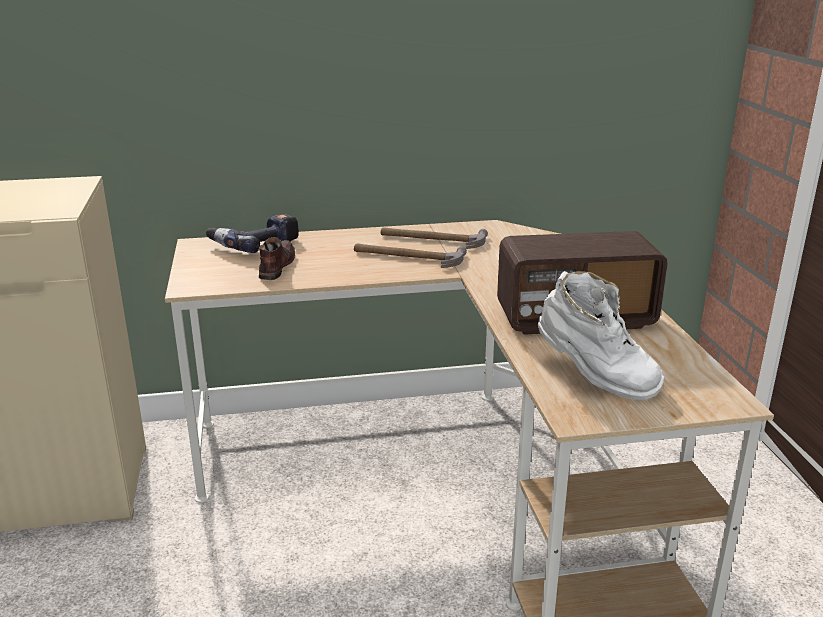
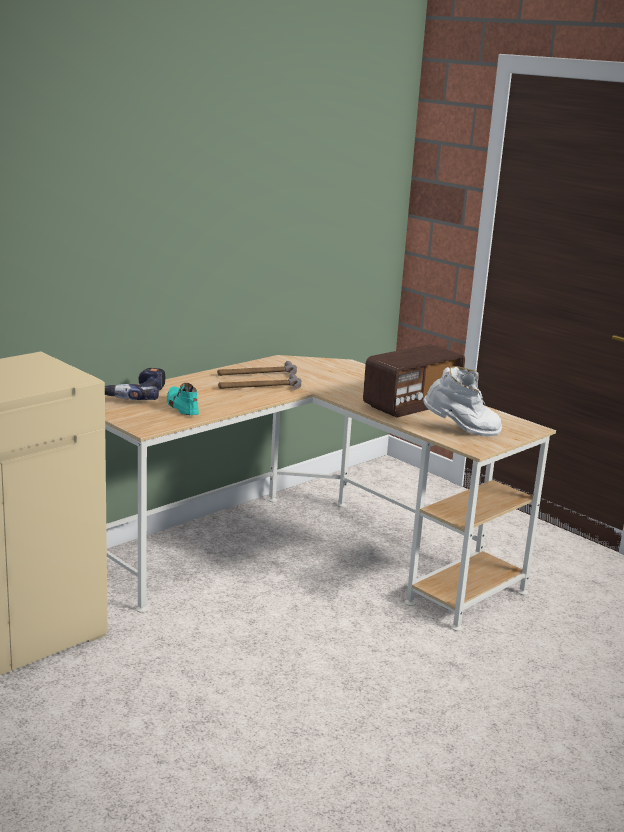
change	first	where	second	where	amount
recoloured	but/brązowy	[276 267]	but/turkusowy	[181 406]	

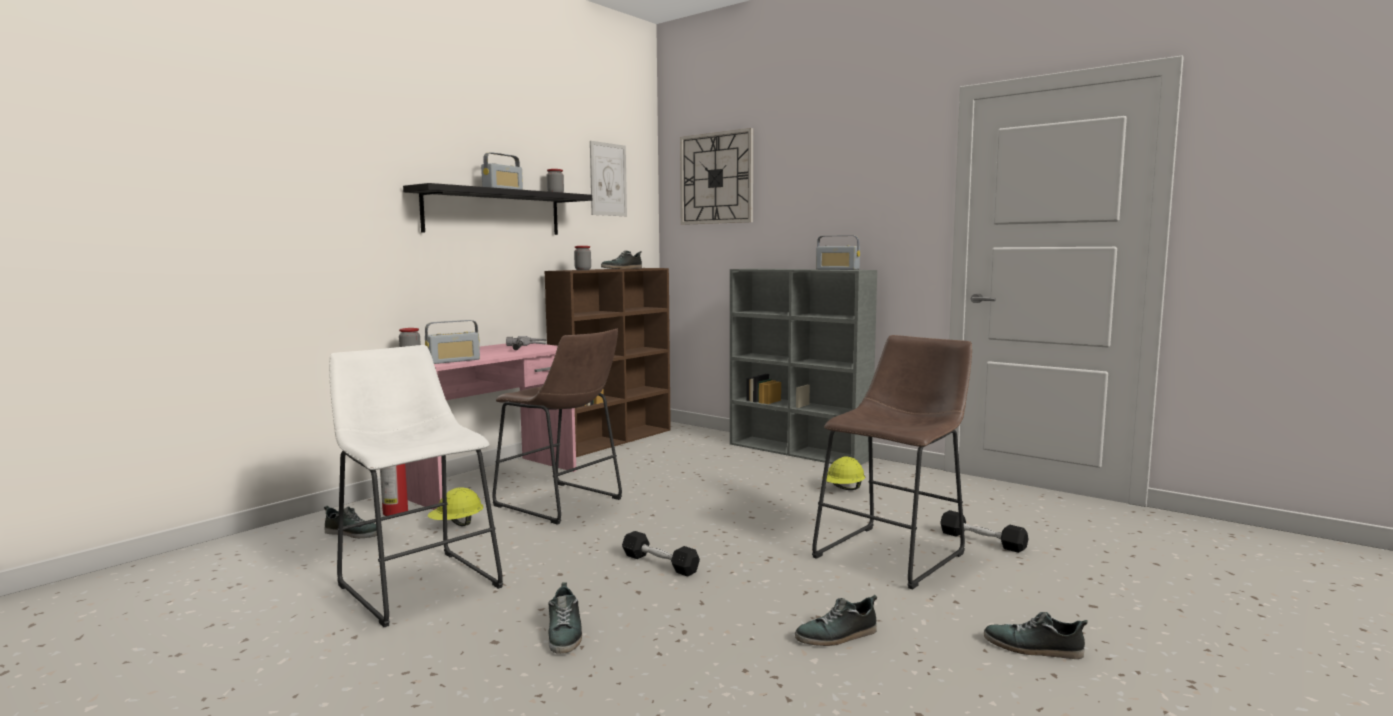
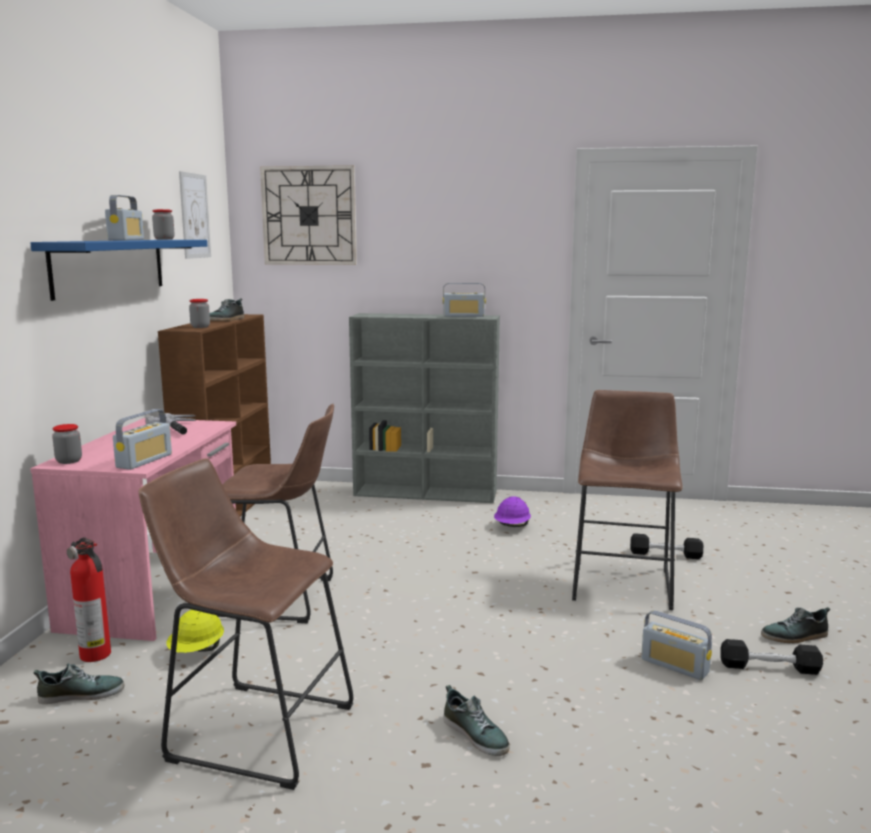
change	first	where	second	where	amount
recoloured	półka/czarny	[493 212]	półka/niebieski	[110 266]	
recoloured	stołek/biały	[417 582]	stołek/brązowy	[253 730]	
recoloured	kask/żółty	[843 489]	kask/fioletowy	[512 527]	
replaced	but	[837 635]	radio	[674 666]	
moved	hantel/czarny	[660 563]		[769 667]	

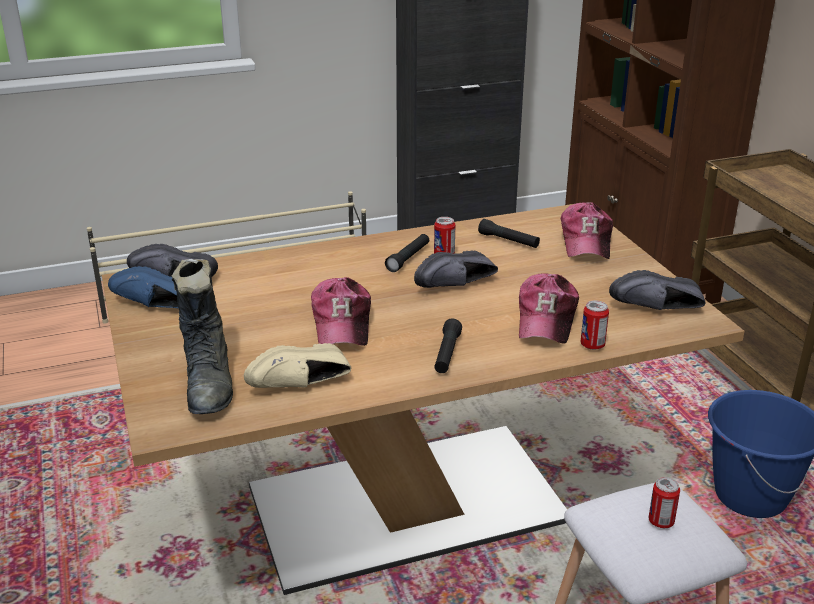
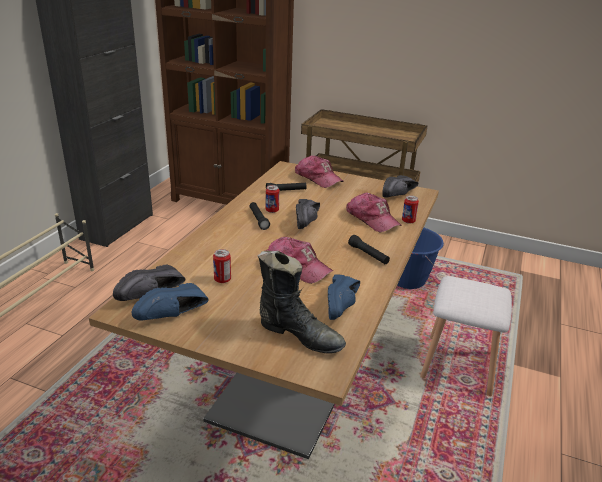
change	first	where	second	where	amount
moved	puszka	[661 521]		[222 280]	
recoloured	but/beżowy	[302 386]	but/niebieski	[343 306]	

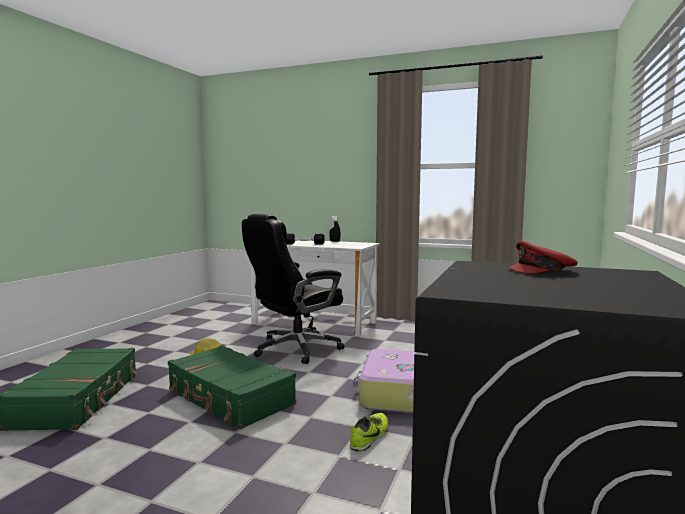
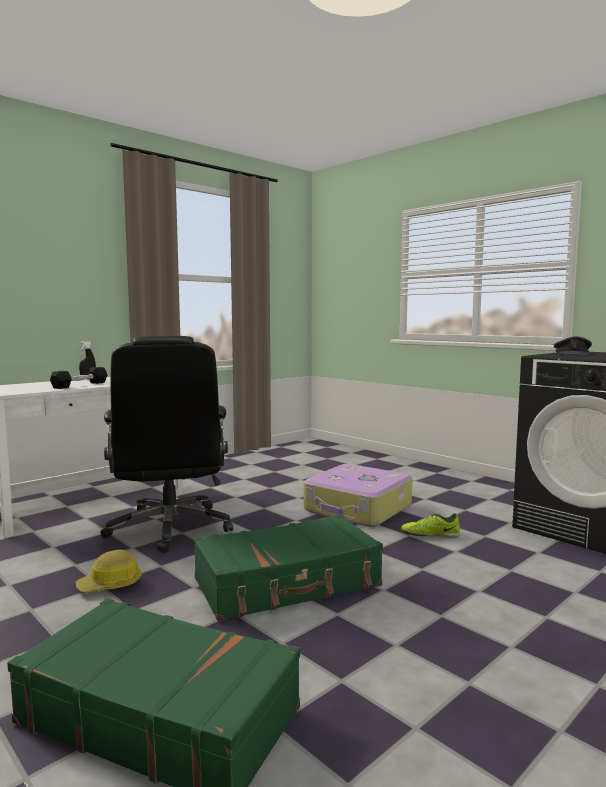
change	first	where	second	where	amount
turned	but	[370 437]		[430 535]	60 degrees counterclockwise
recoloured	czapka z daszkiem/czerwony	[543 270]	czapka z daszkiem/szary	[572 354]	

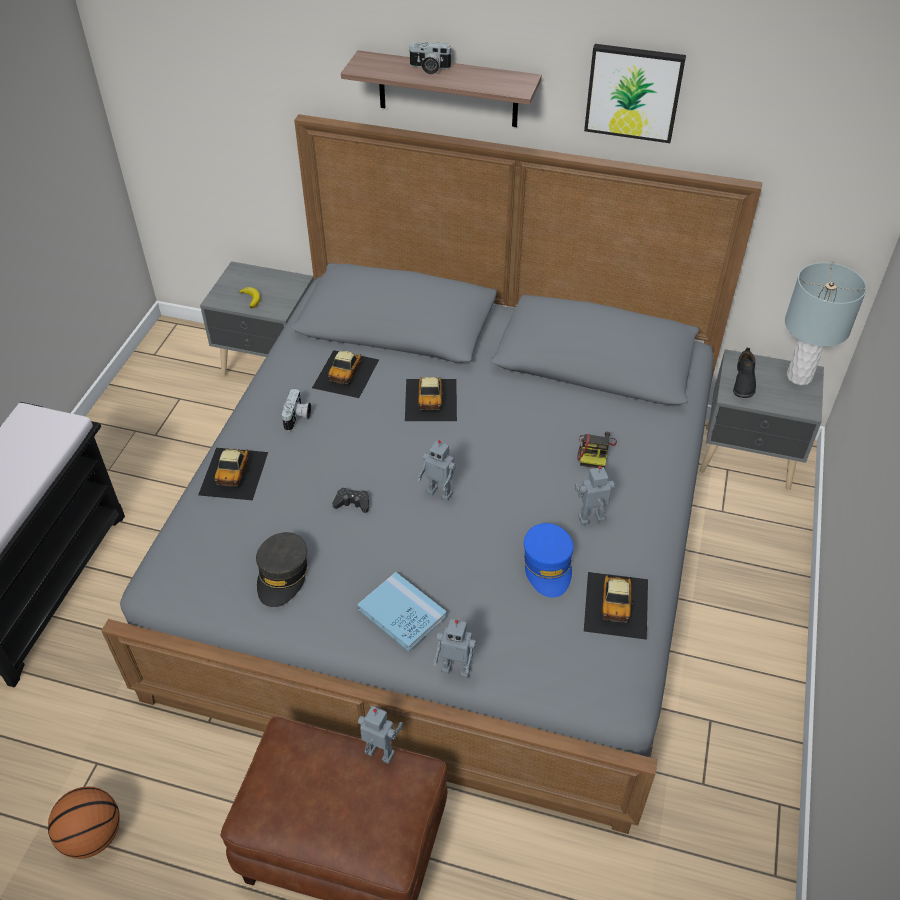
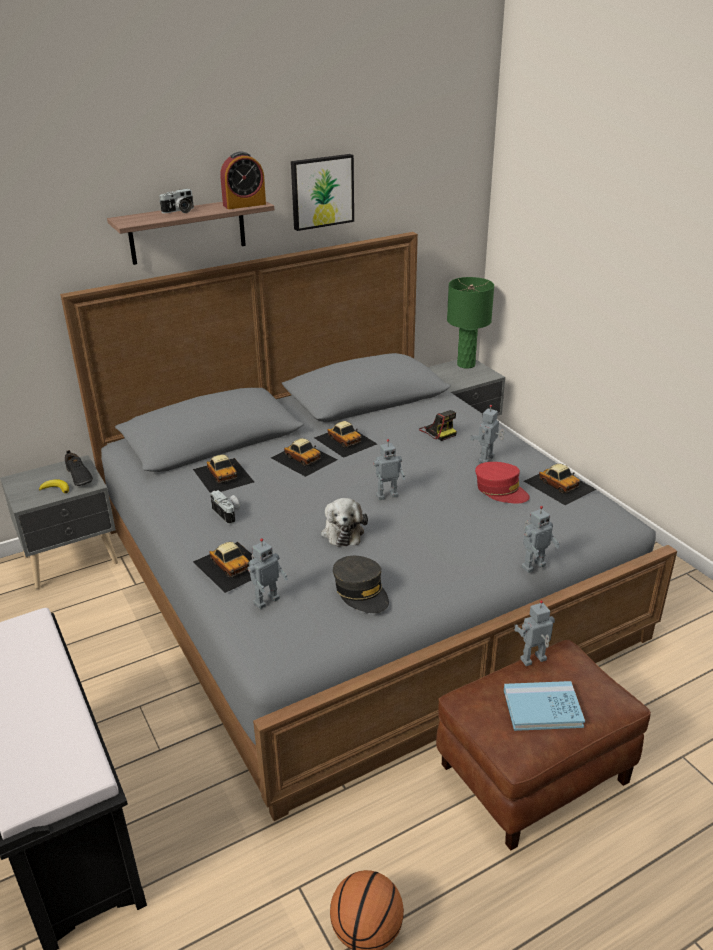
change	first	where	second	where	amount
moved	but/czarny	[743 381]		[78 476]	
added			budzik	[244 205]	
added			robot zabawkowy	[266 600]	
added			samochodzik	[345 440]	
replaced	pad do gier/czarny	[352 503]	pluszak	[342 531]	
recoloured	lampa stołowa/szary	[798 376]	lampa stołowa/zielony	[465 365]	
recoloured	czapka z daszkiem/niebieski	[548 566]	czapka z daszkiem/czerwony	[501 490]	
moved	książka/niebieski	[402 613]		[542 708]	

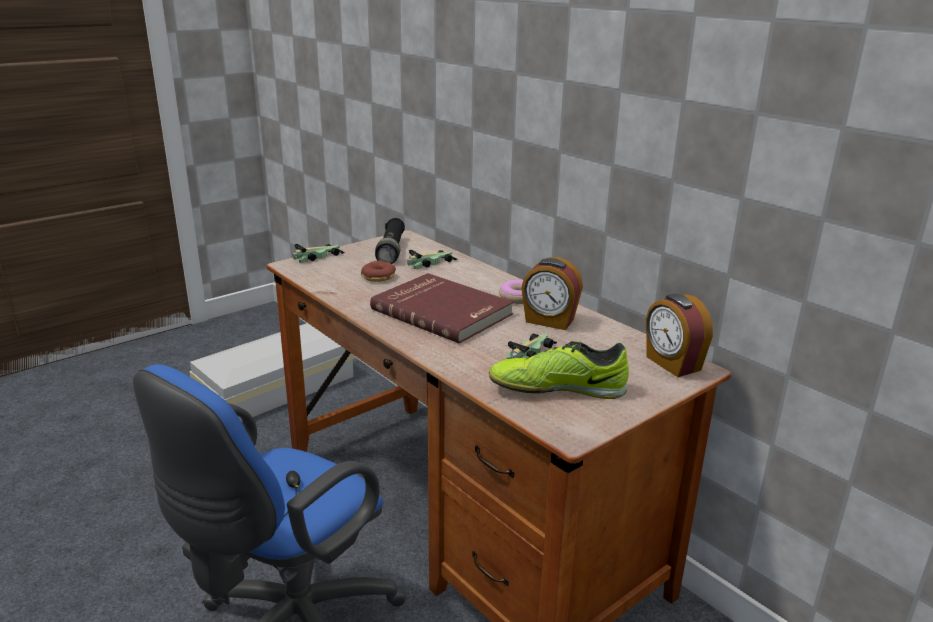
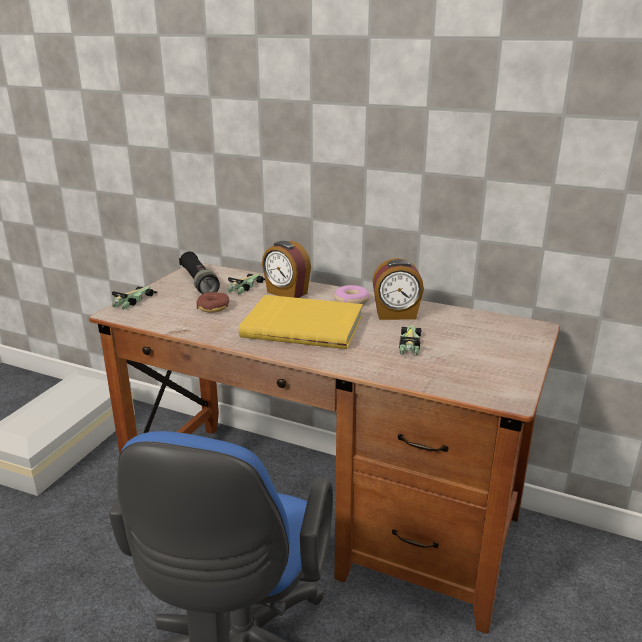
change	first	where	second	where	amount
recoloured	książka/czerwony	[443 311]	książka/żółty	[303 325]	
moved	budzik	[672 364]		[286 293]	
removed	but	[557 388]			

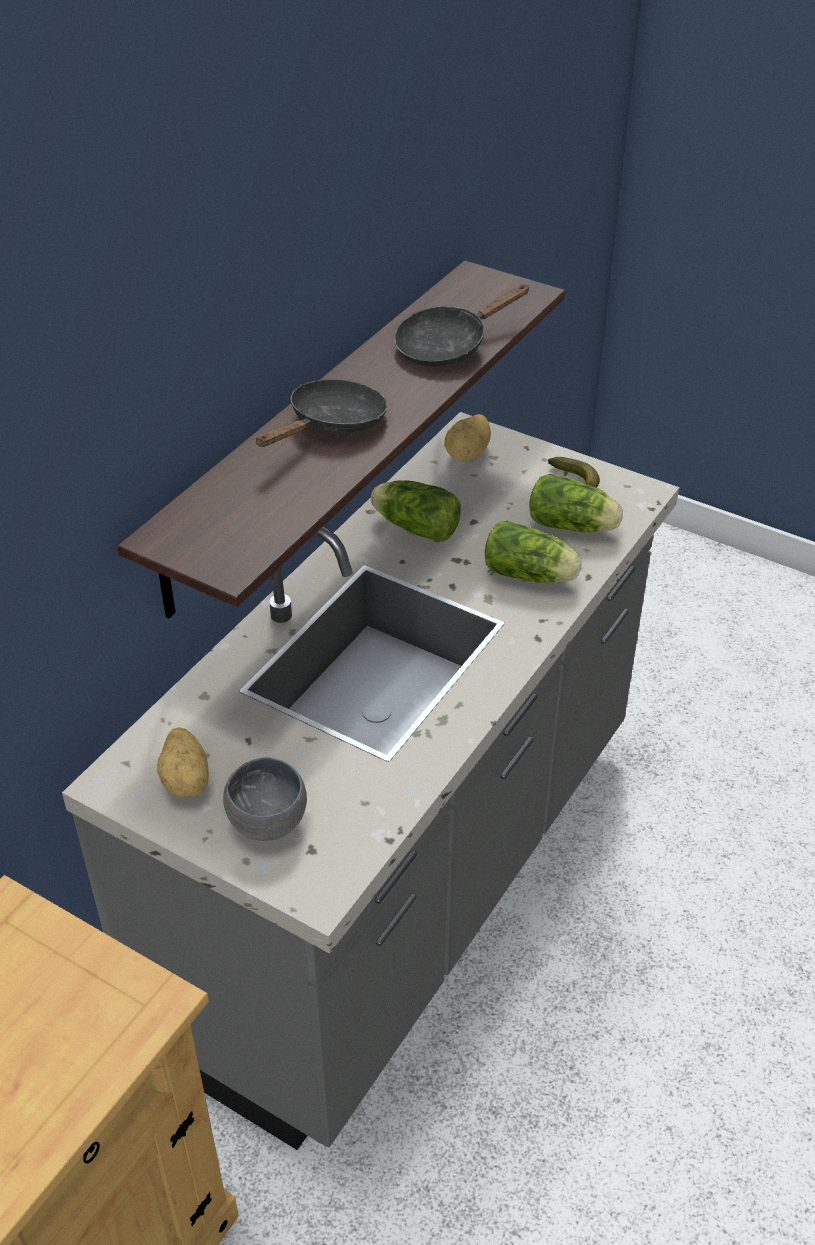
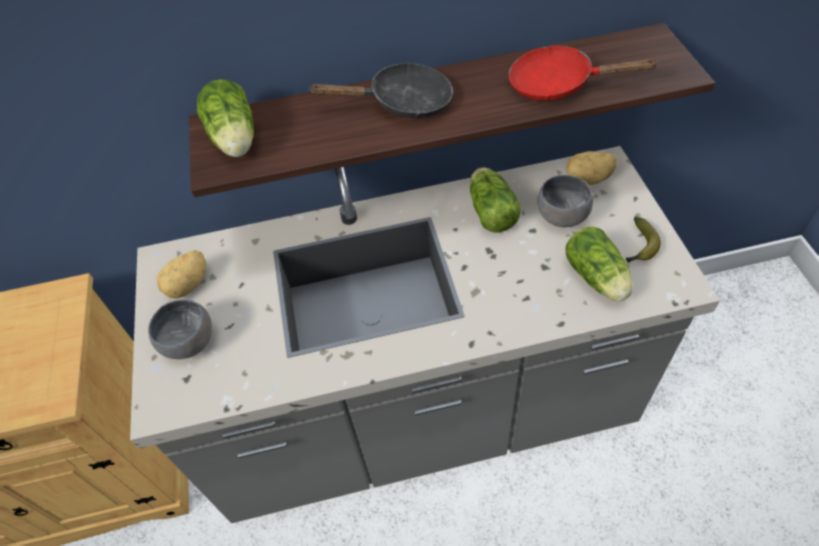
change	first	where	second	where	amount
moved	sałata	[532 576]		[235 140]	
recoloured	patelnia/czarny	[448 346]	patelnia/czerwony	[558 84]	
added			miska/szary	[559 216]	

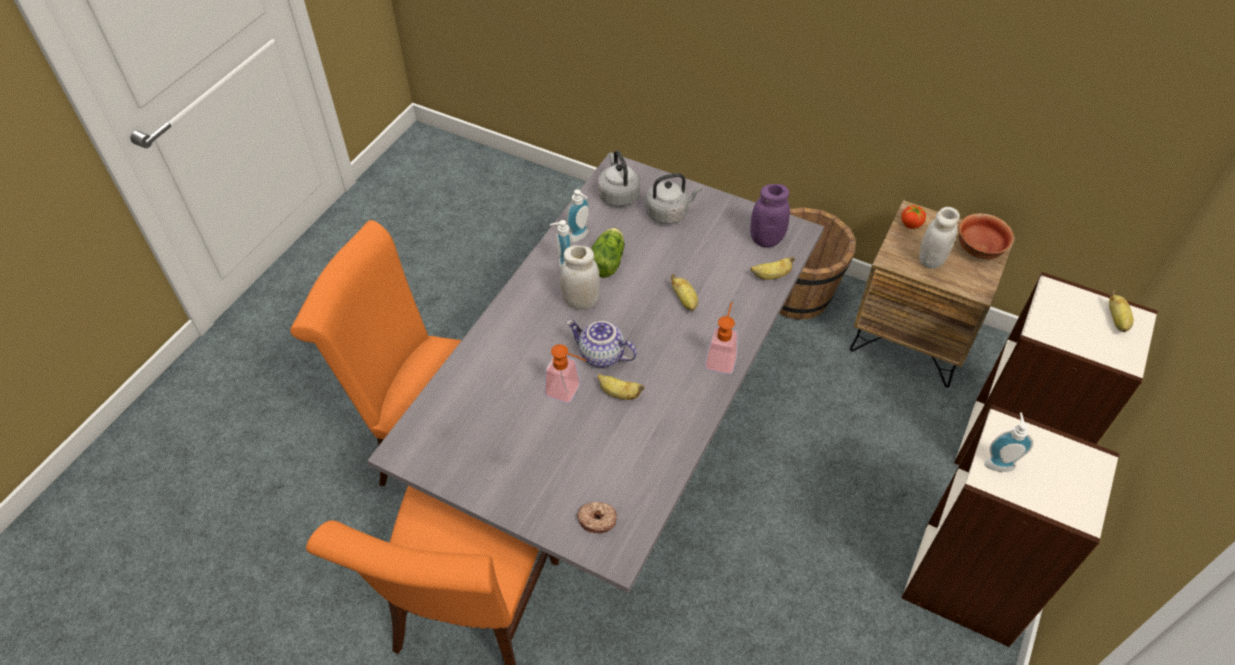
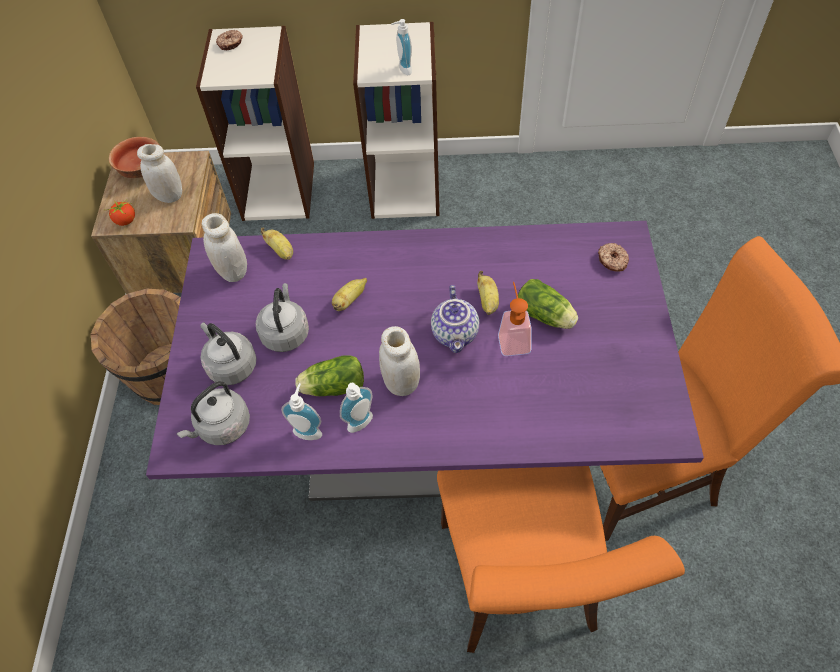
change	first	where	second	where	amount
recoloured	stół jadalny/szary	[617 449]	stół jadalny/fioletowy	[427 438]	
recoloured	słoik/fioletowy	[766 239]	słoik/biały	[233 272]	
replaced	banan	[1117 321]	donut	[231 44]	
added			czajnik/szary	[286 332]	
added			sałata	[546 316]	
removed	dozownik mydła	[722 357]			

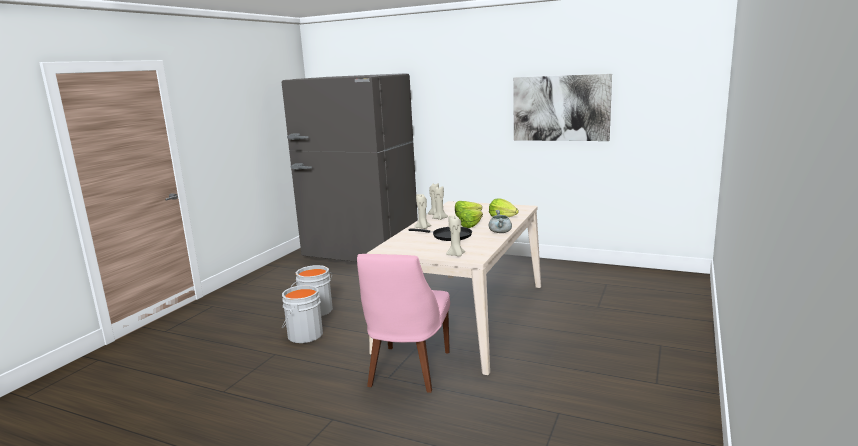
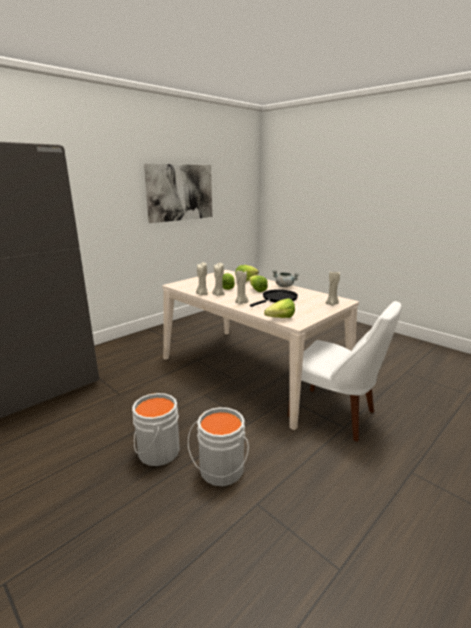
change	first	where	second	where	amount
added			sałata	[277 319]	
recoloured	krzesło/różowy	[408 371]	krzesło/biały	[335 415]	

